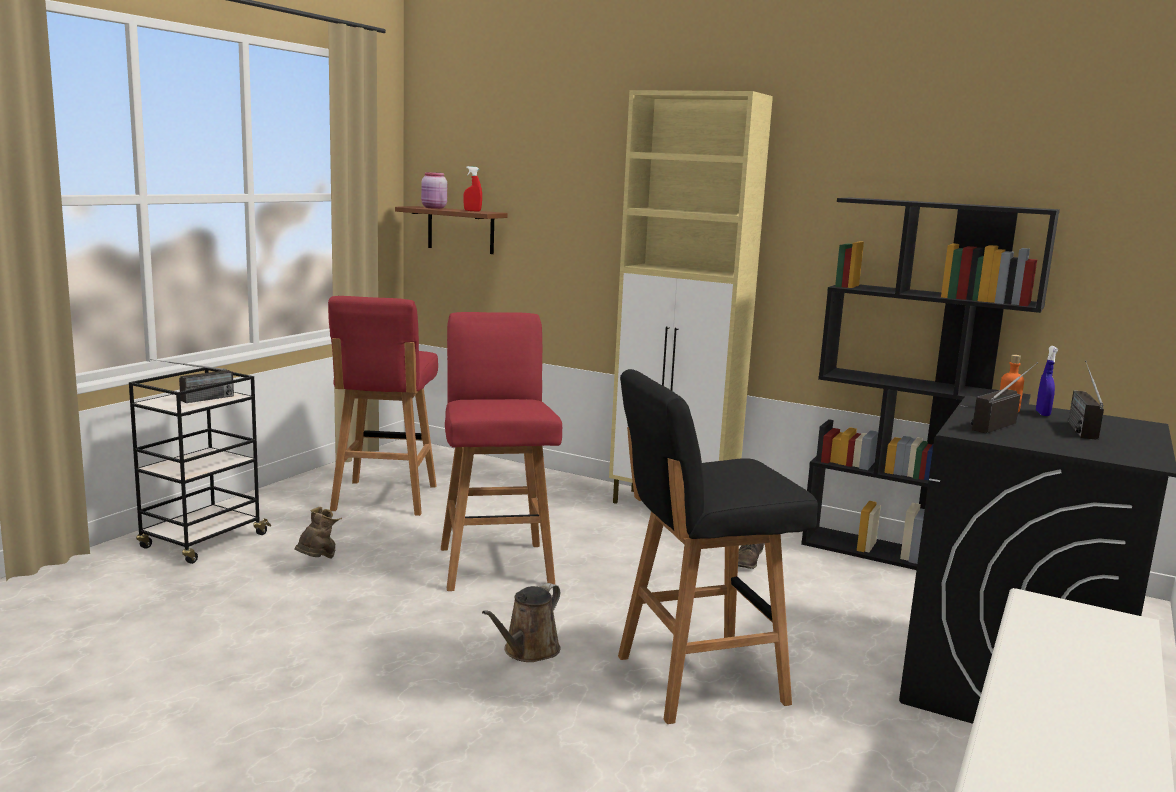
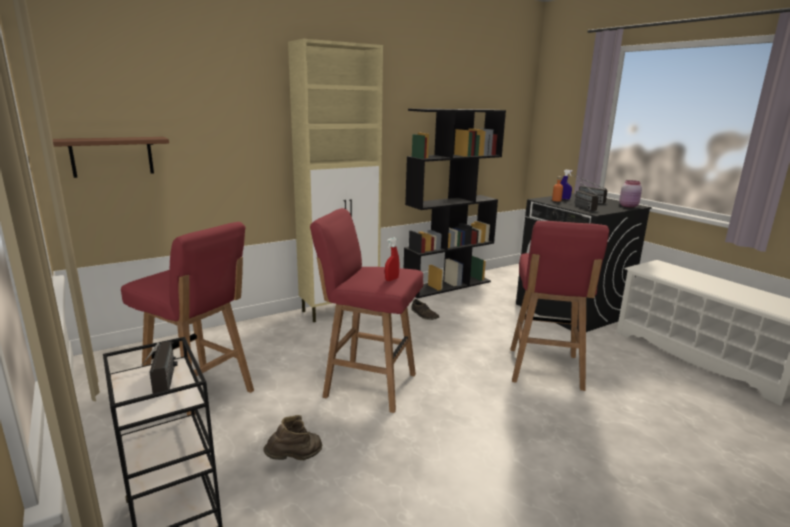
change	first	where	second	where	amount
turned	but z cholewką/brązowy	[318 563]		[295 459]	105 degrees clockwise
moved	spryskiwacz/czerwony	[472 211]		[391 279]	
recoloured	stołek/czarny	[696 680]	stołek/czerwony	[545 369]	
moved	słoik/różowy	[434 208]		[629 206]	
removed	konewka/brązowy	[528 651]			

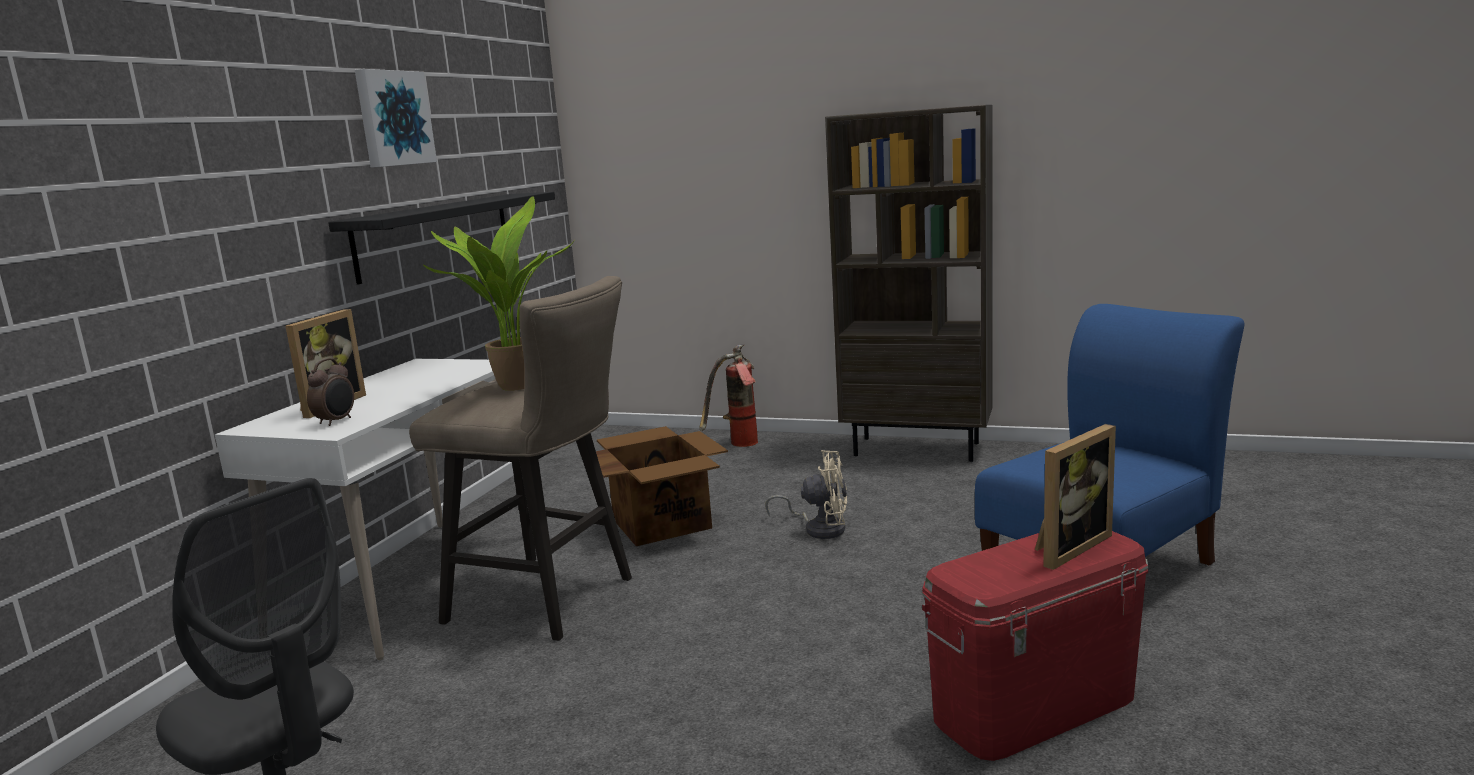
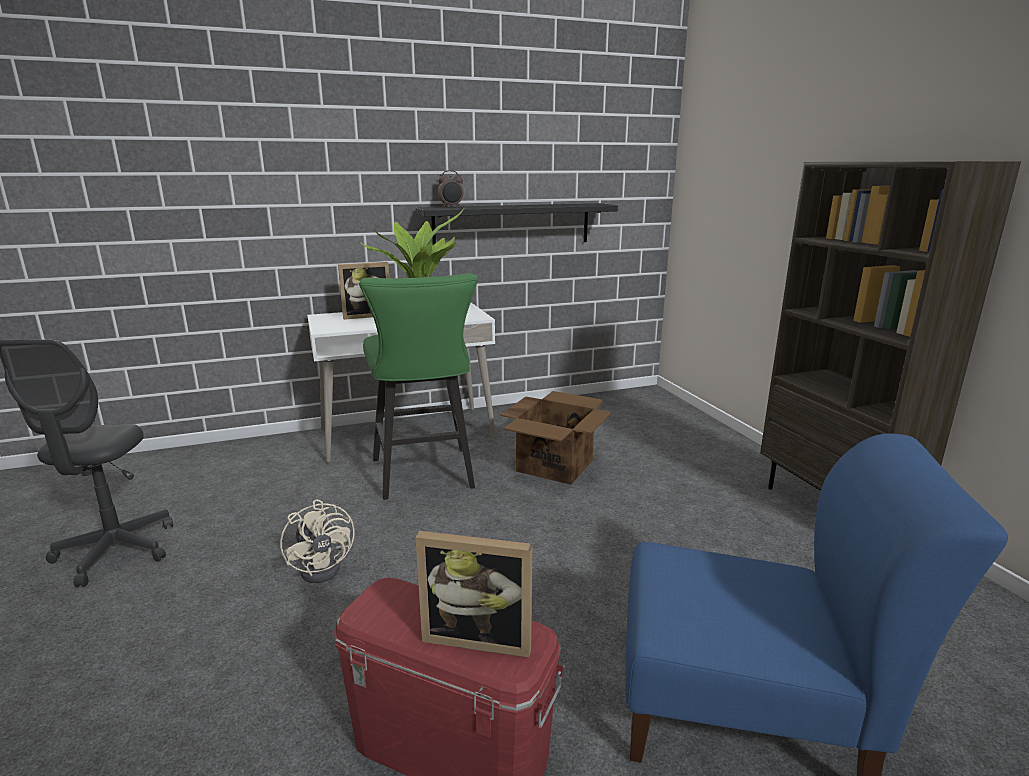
change	first	where	second	where	amount
moved	wentylator/beżowy	[819 528]		[326 566]	
recoloured	stołek/beżowy	[552 600]	stołek/zielony	[425 477]	
moved	budzik	[336 421]		[451 207]	
removed	obraz	[393 118]			
removed	gaśnica	[738 445]			

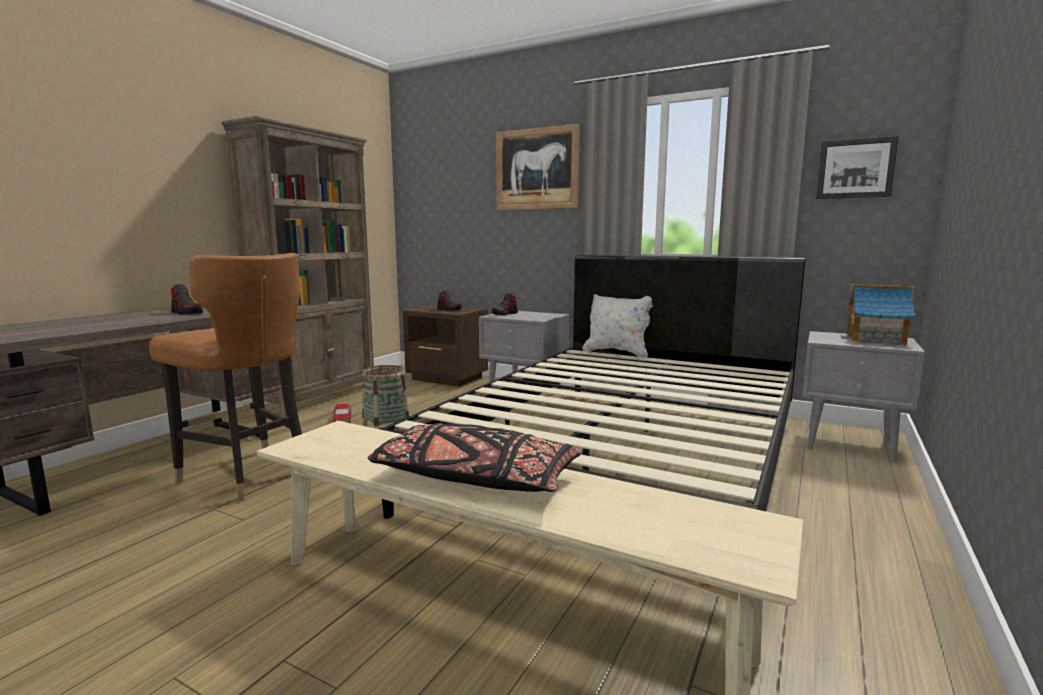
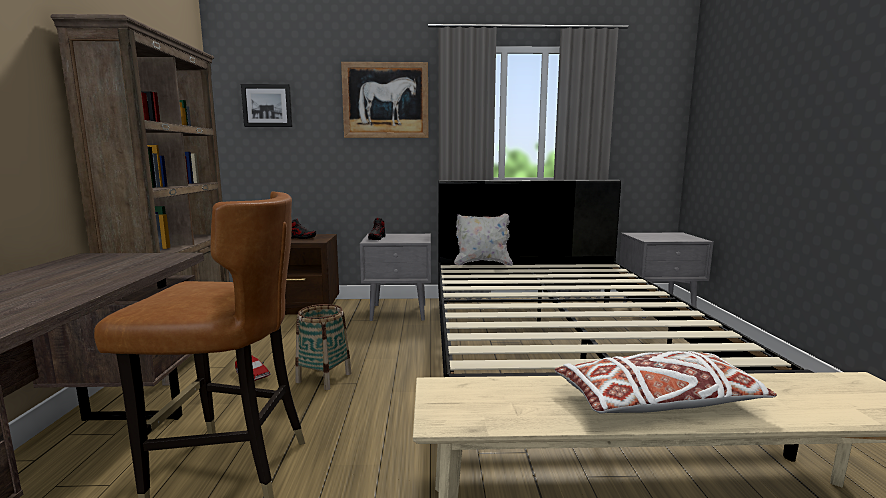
change	first	where	second	where	amount
moved	obraz	[855 169]		[267 106]	
recoloured	poduszka/czarny	[475 478]	poduszka/biały	[656 402]	
removed	but	[186 313]			
removed	domek	[875 339]			

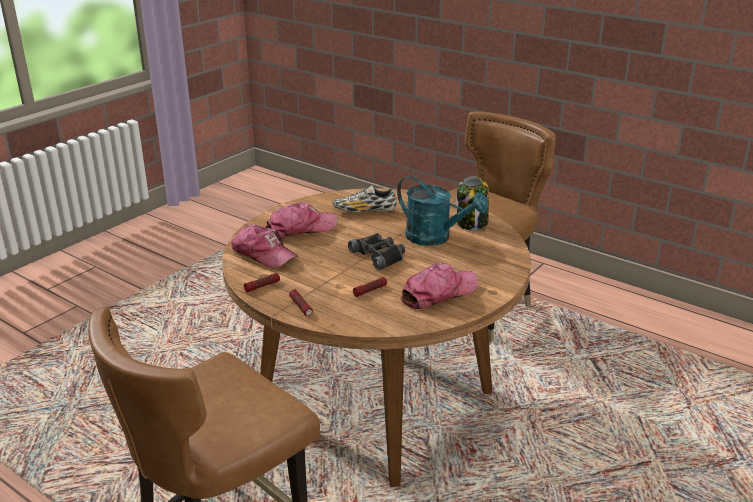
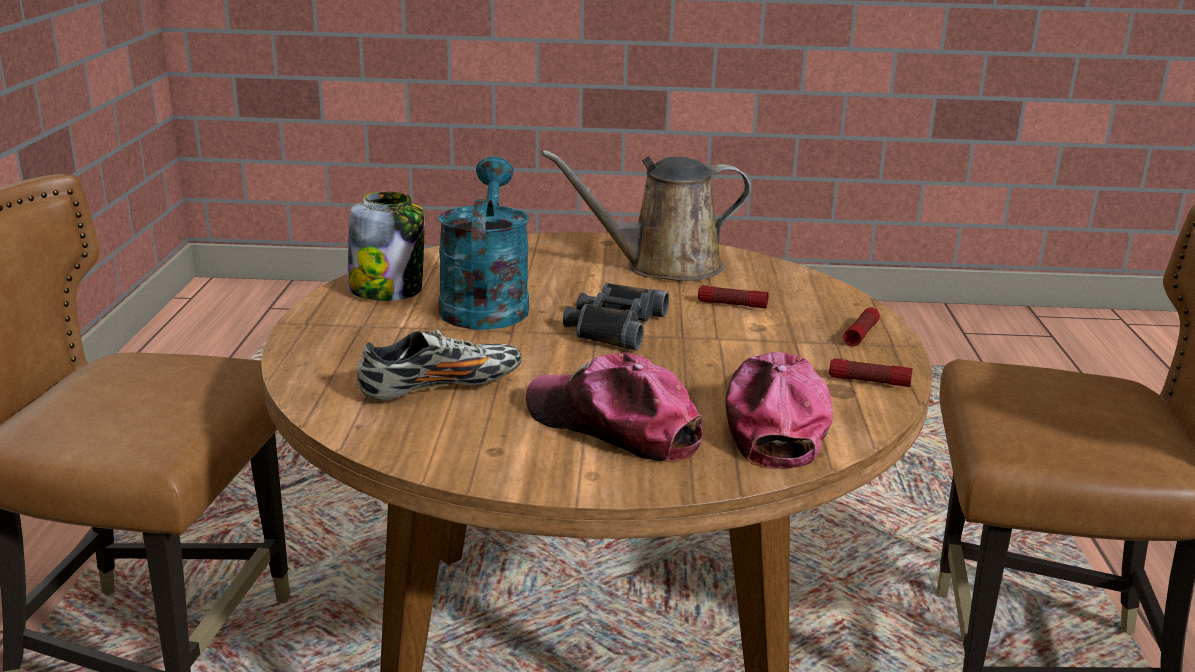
change	first	where	second	where	amount
turned	but	[364 211]		[441 388]	75 degrees counterclockwise
replaced	czapka z daszkiem	[438 293]	konewka/brązowy	[664 266]	

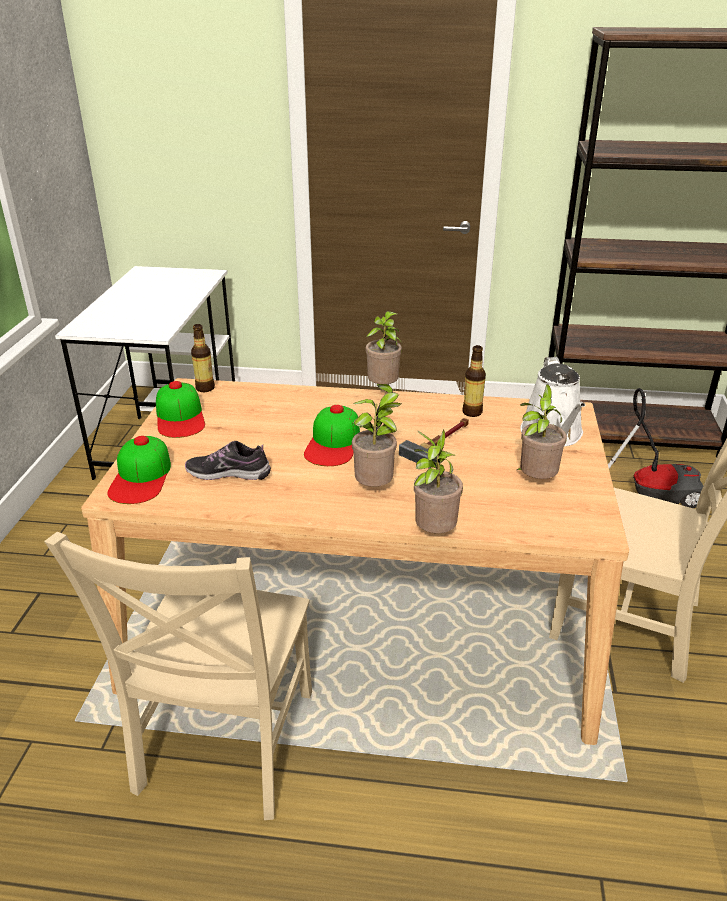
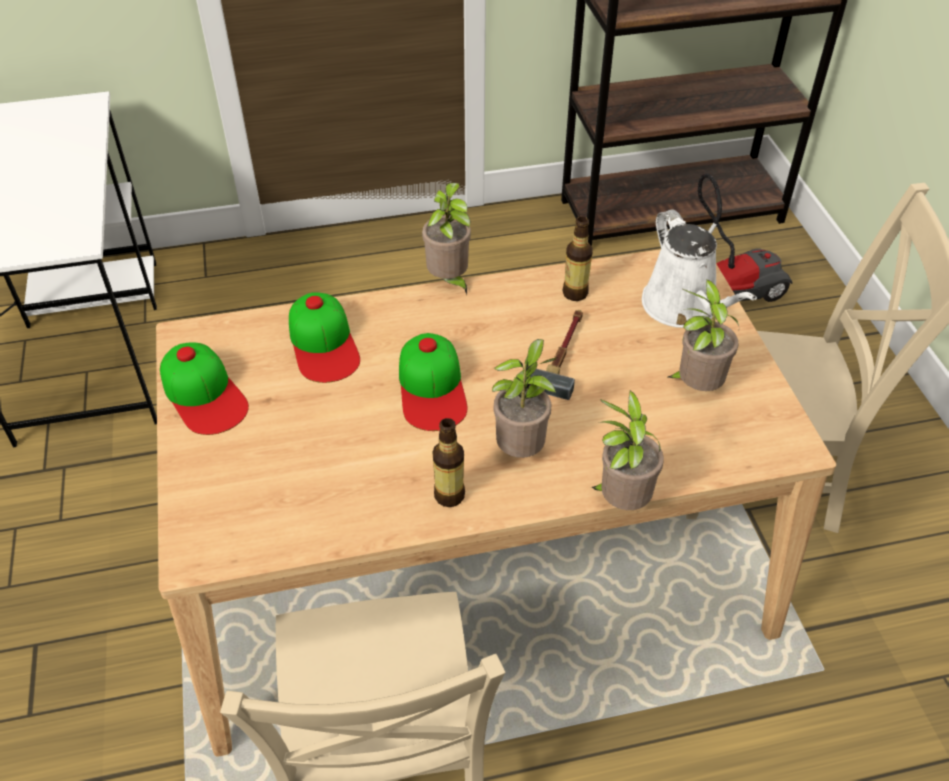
change	first	where	second	where	amount
moved	czapka z daszkiem	[141 477]		[324 344]	
moved	butelka	[205 388]		[449 495]	
removed	but	[229 473]			

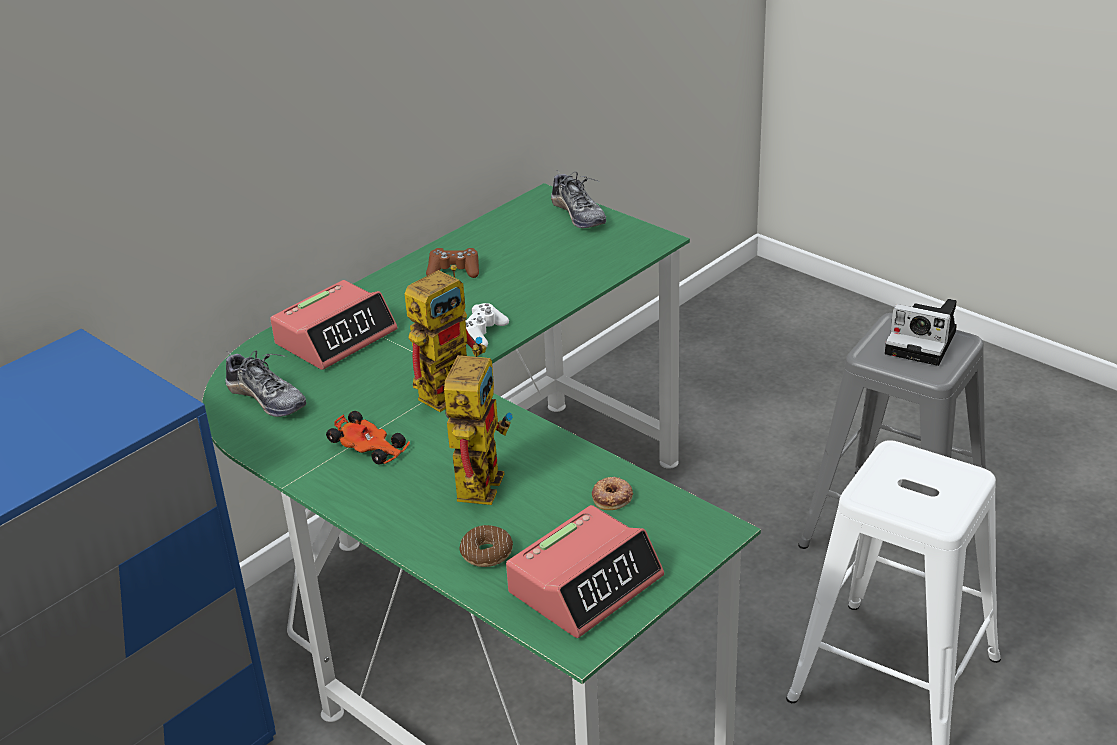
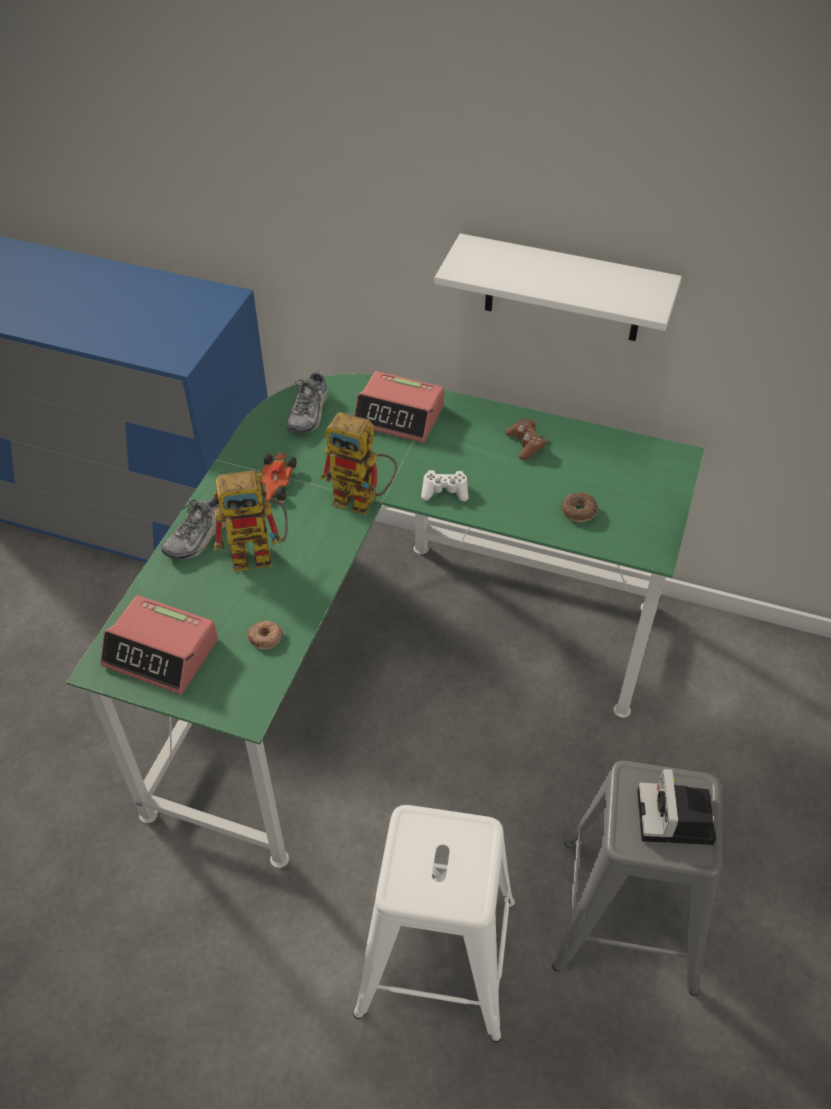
change	first	where	second	where	amount
moved	but	[578 214]		[200 536]	
added			półka/biały	[563 289]	
moved	donut	[486 553]		[578 511]	

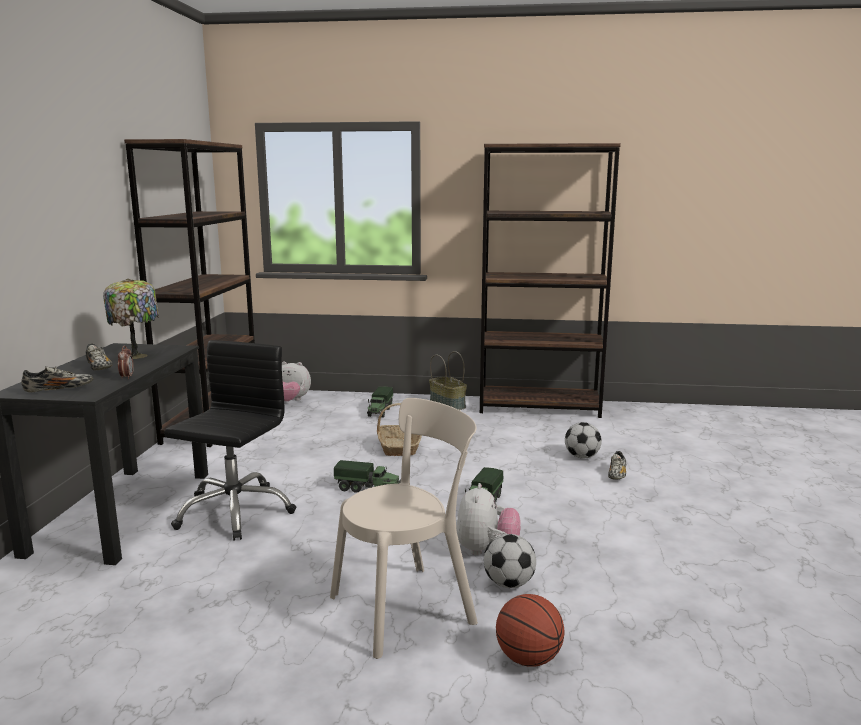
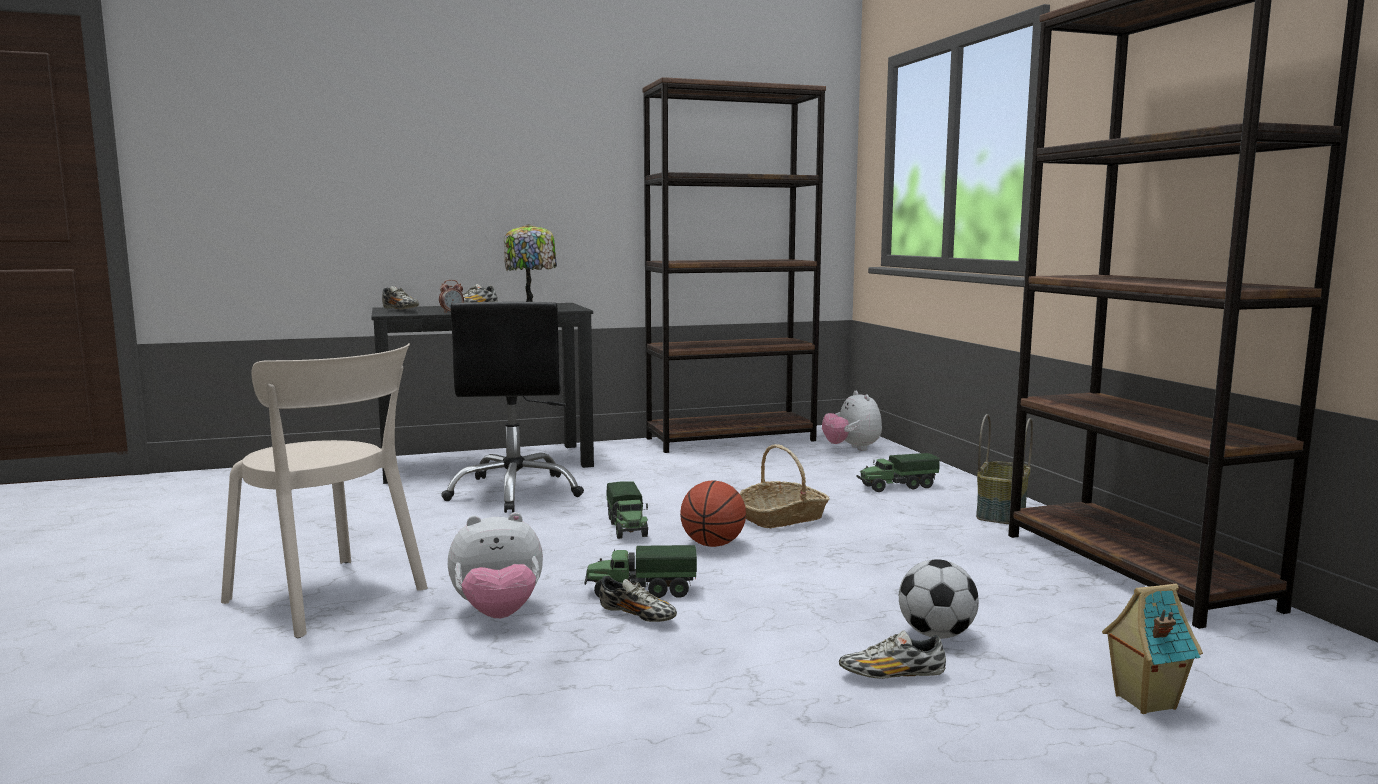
change	first	where	second	where	amount
turned	krzesło biurowe/czarny	[234 511]		[515 492]	90 degrees clockwise
added			but	[637 616]	
moved	piłka do koszykówki	[528 658]		[712 544]	
added			domek	[1143 702]	
removed	piłka futbolowa	[509 584]			

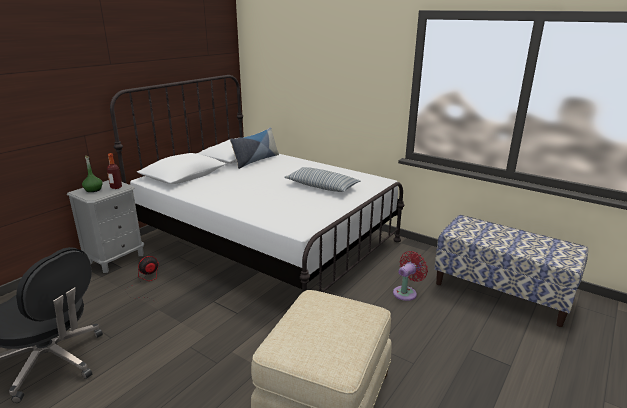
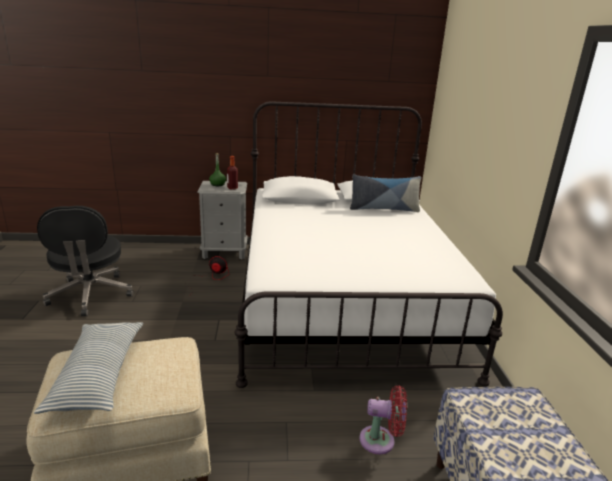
change	first	where	second	where	amount
moved	poduszka	[322 186]		[98 375]	

